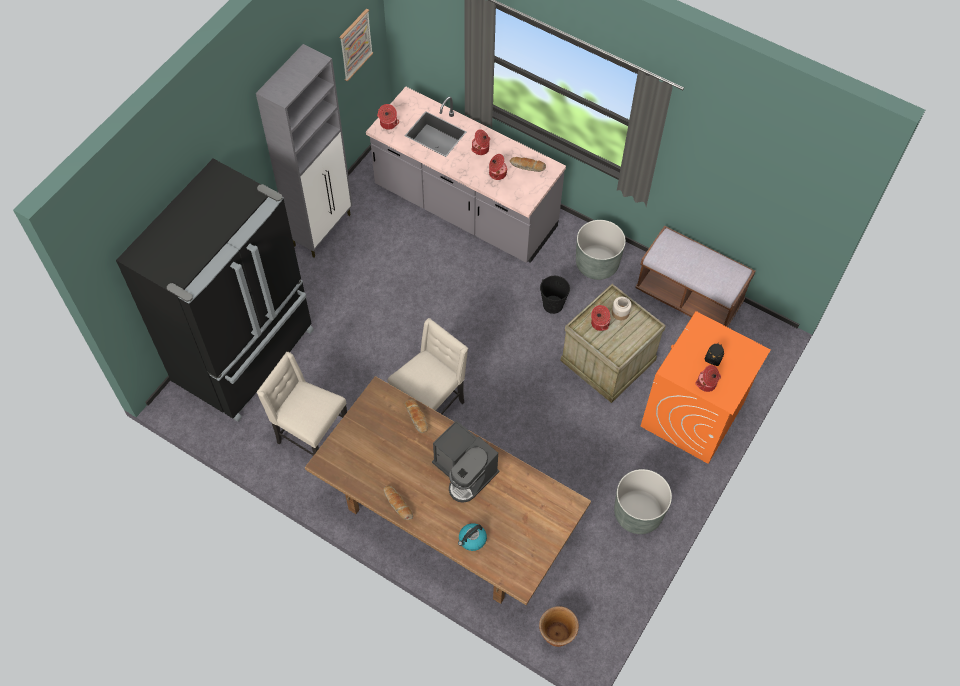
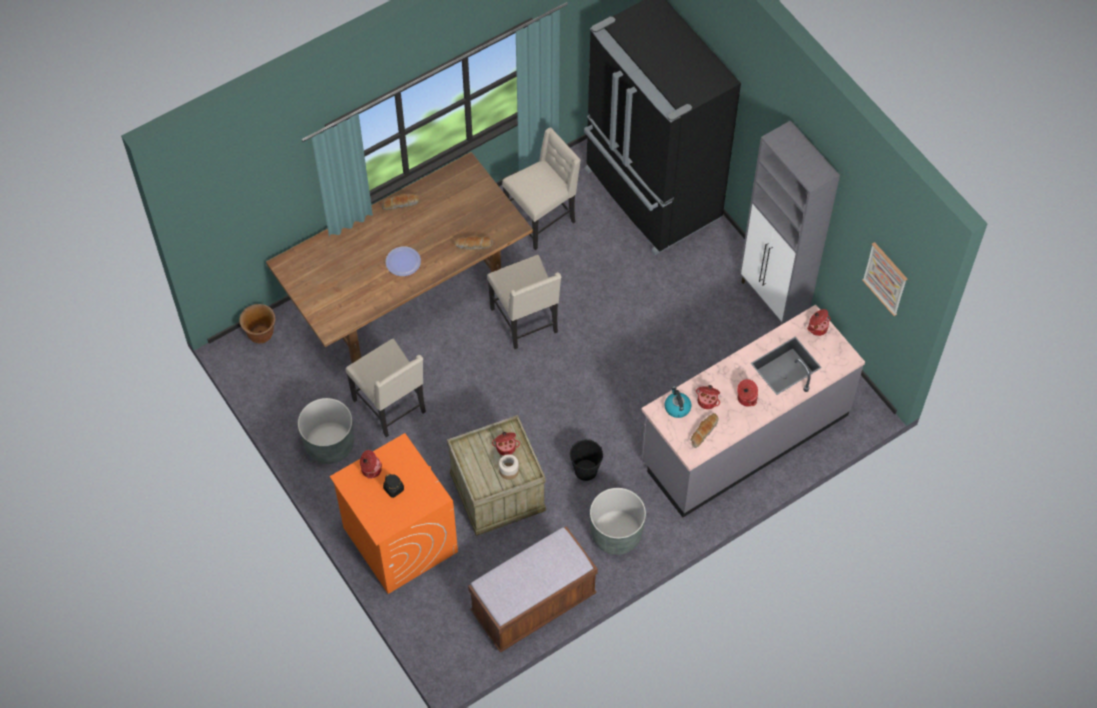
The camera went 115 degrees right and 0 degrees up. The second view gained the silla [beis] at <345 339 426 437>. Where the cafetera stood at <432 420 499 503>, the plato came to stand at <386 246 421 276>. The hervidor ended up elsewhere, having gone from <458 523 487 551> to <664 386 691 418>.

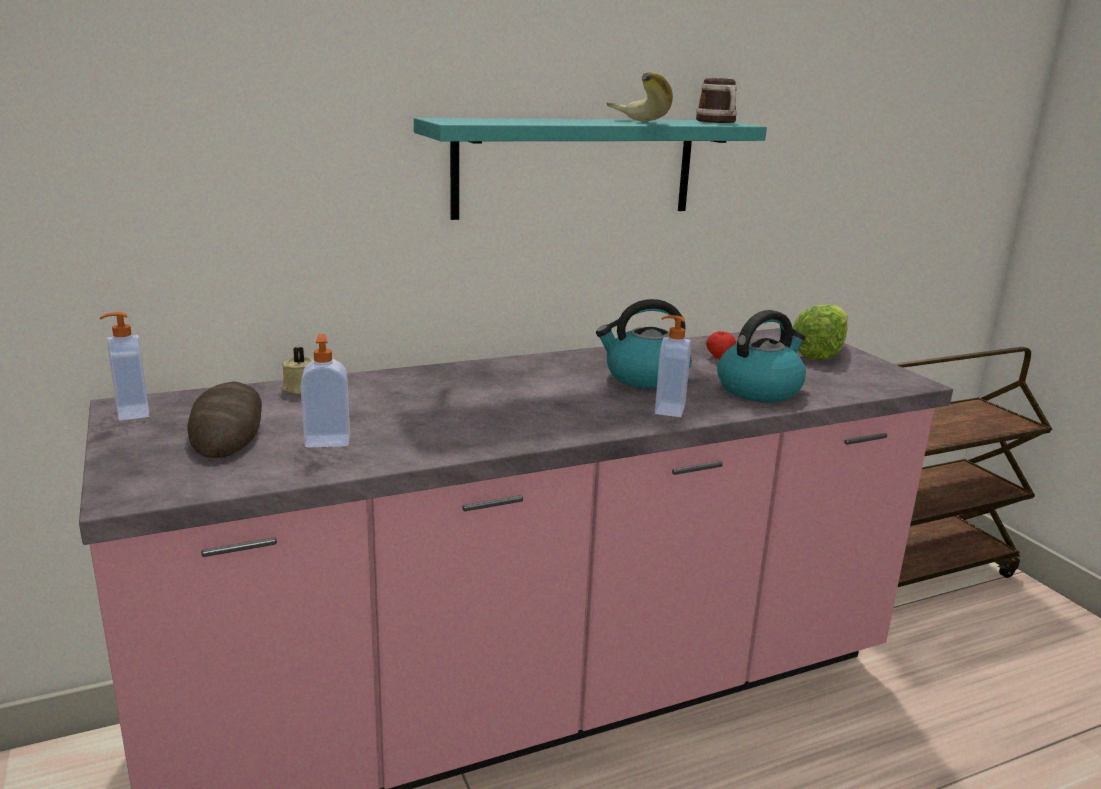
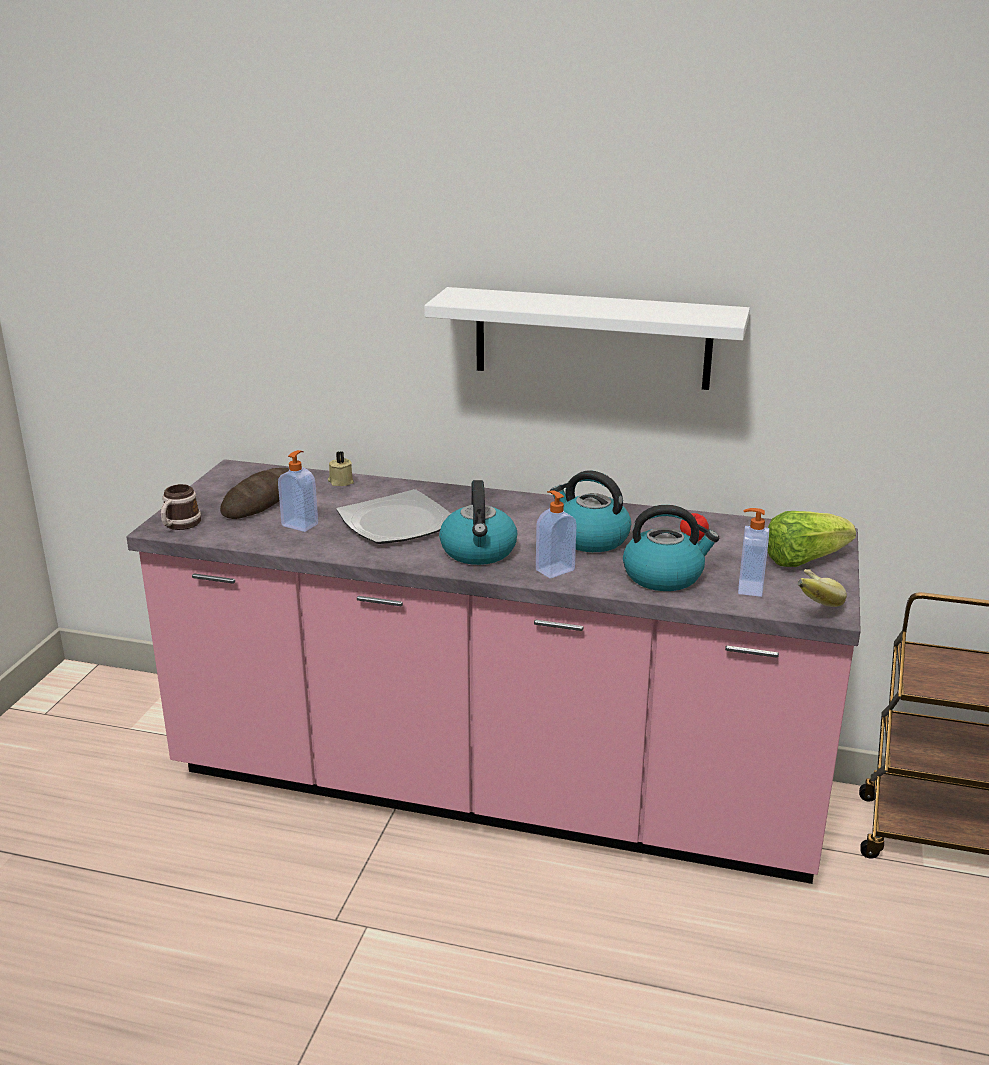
The camera went 40 degrees right and 5 degrees up. The taza grande ended up elsewhere, having gone from <696 78 737 123> to <161 484 201 530>. The second view gained the plato at <336 489 451 544>. What was the estante [turquesa] at <414 118 767 220> turned into the estante [blanco] at <424 287 750 390>. The second view gained the hervidor at <439 480 517 565>. The dispensador de jabón ended up elsewhere, having gone from <100 312 150 421> to <738 508 769 597>. The plátano ended up elsewhere, having gone from <607 72 673 121> to <797 569 847 607>.

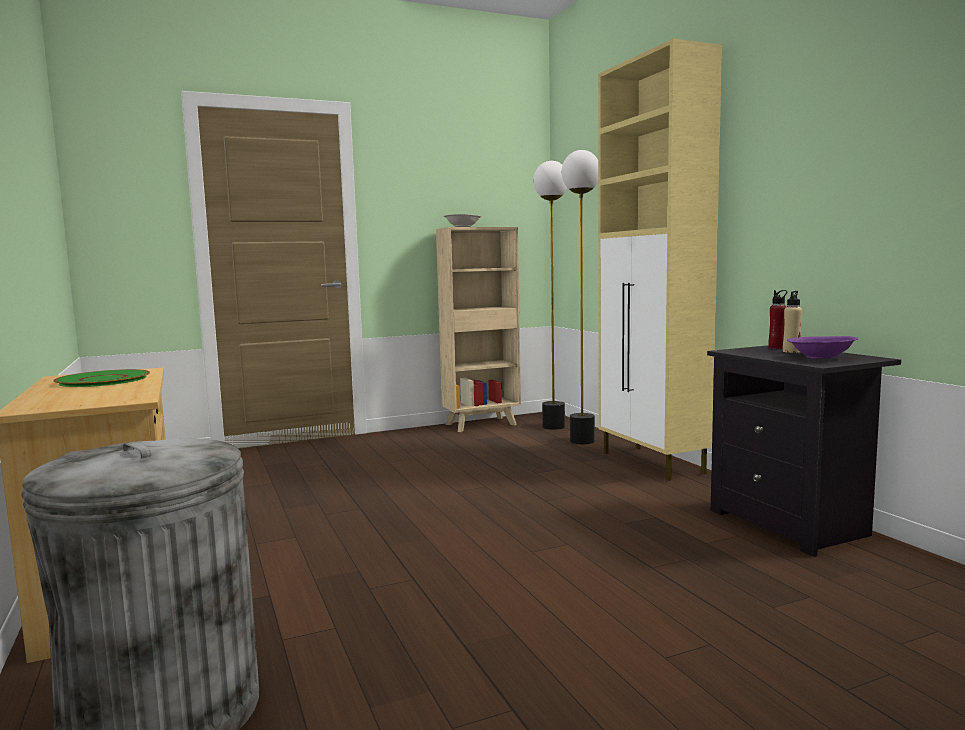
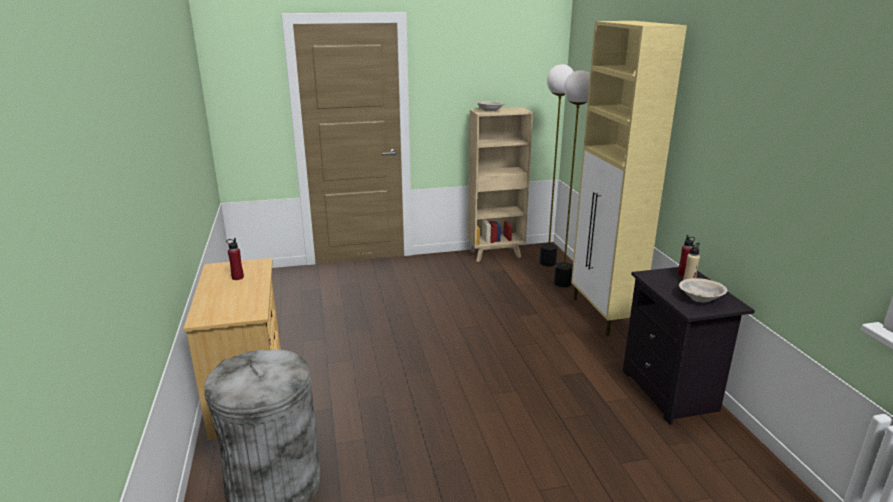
The camera went 10 degrees right and 15 degrees up. Where the plato [verde] stood at <53 369 150 387>, the botella [rojo] came to stand at <226 238 244 280>. What was the cuenco [morado] at <787 336 858 358> turned into the cuenco [beis] at <679 278 728 302>.

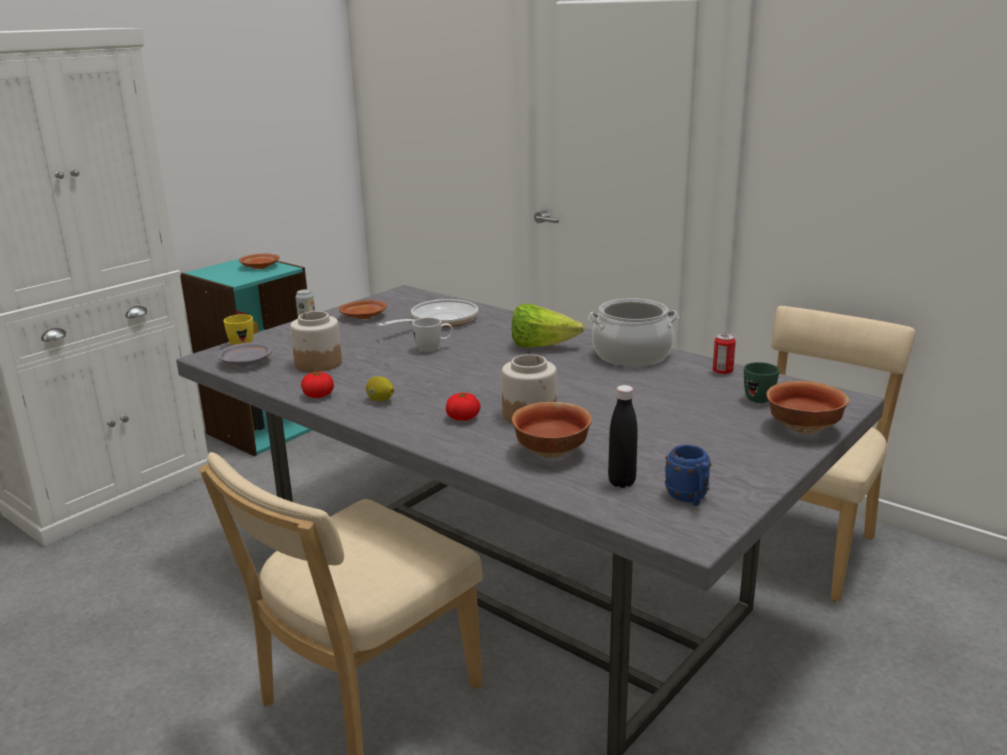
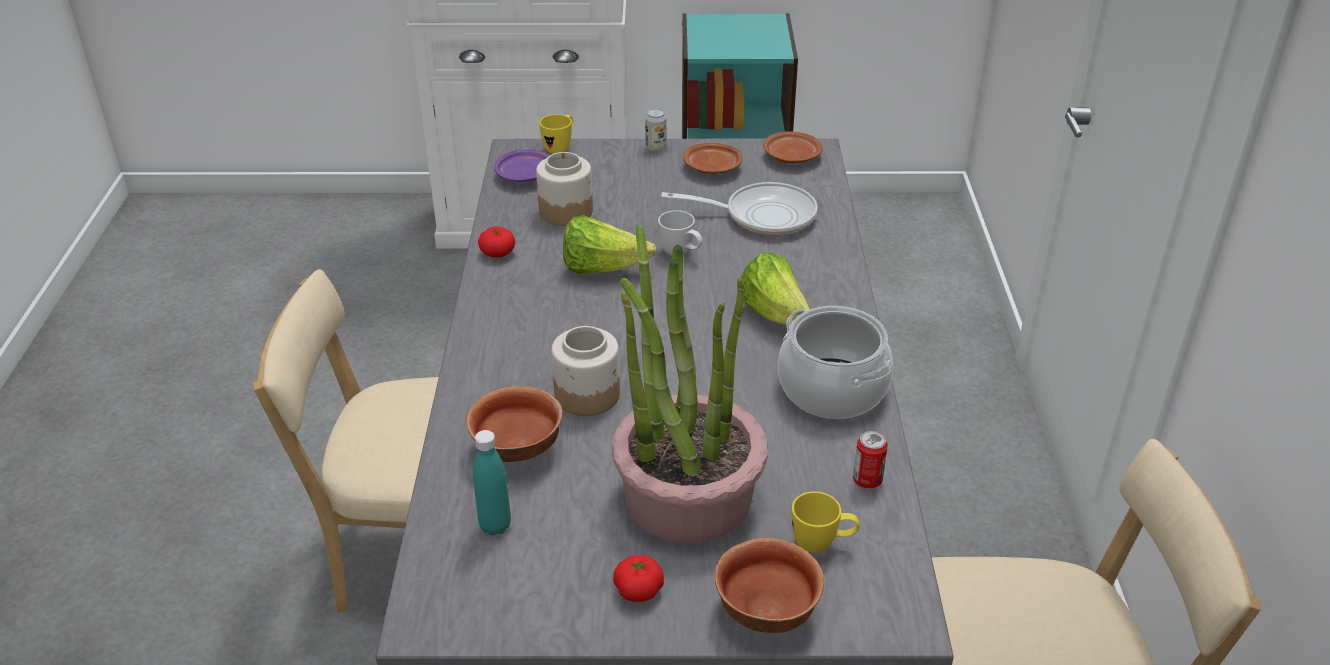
The camera went 50 degrees right and 15 degrees up. What was the botella [negro] at <608 385 638 488> turned into the botella [turquesa] at <473 430 511 535>. What was the plato [gris] at <218 342 273 366> turned into the plato [morado] at <494 150 550 182>. The second view gained the lechuga at <563 215 657 274>. The second view gained the planta en maceta at <612 225 768 543>. The tomate ended up elsewhere, having gone from <446 393 480 421> to <613 555 664 602>. The plato [marrón] ended up elsewhere, having gone from <239 254 280 269> to <763 131 823 164>. What was the taza grande [verde] at <744 362 780 403> turned into the taza grande [amarillo] at <792 492 860 553>. The second view lost the limón at <366 376 394 401>. The second view lost the taza grande [azul] at <665 445 711 506>.

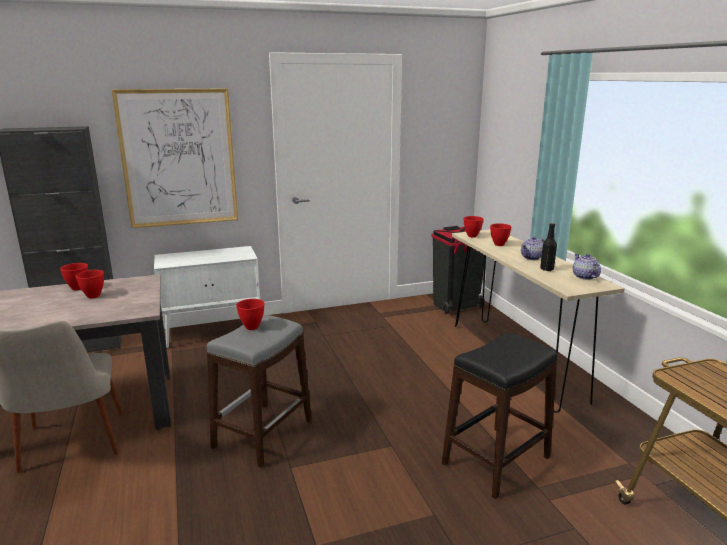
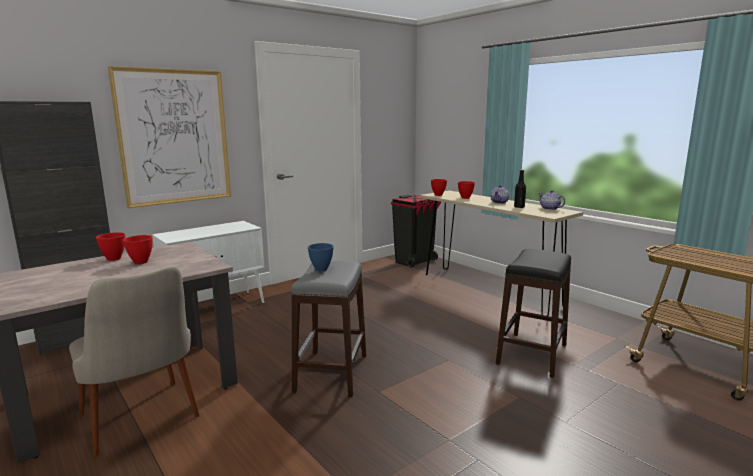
The camera went 20 degrees left and 5 degrees down. What was the cuenco [rojo] at <236 299 264 330> turned into the cuenco [azul] at <308 243 334 271>.

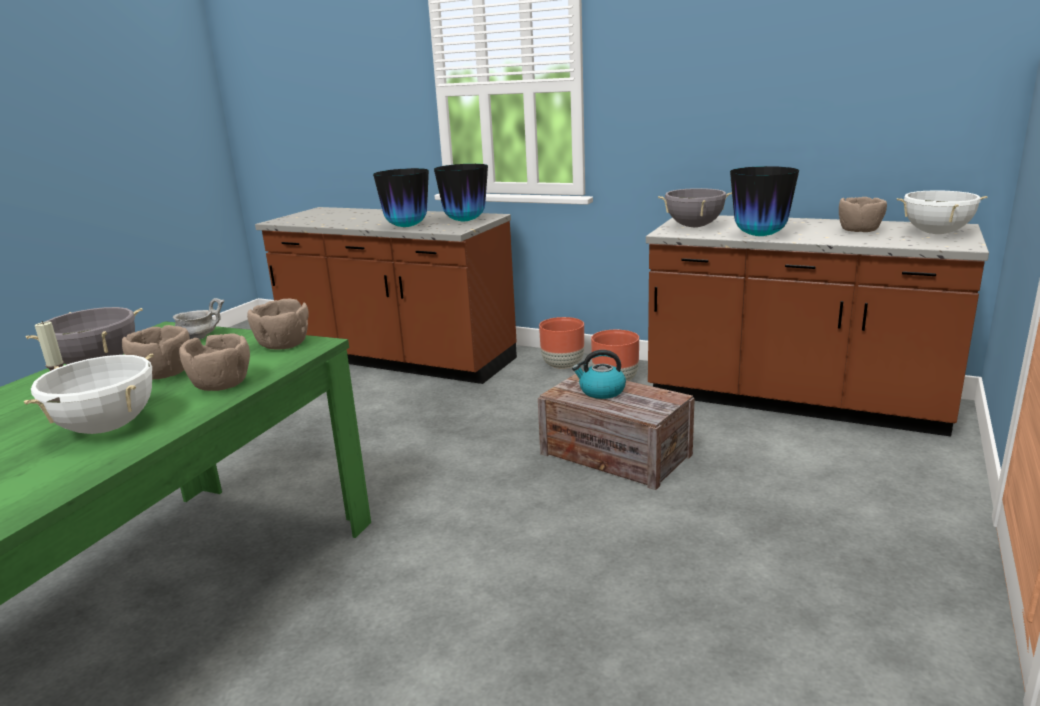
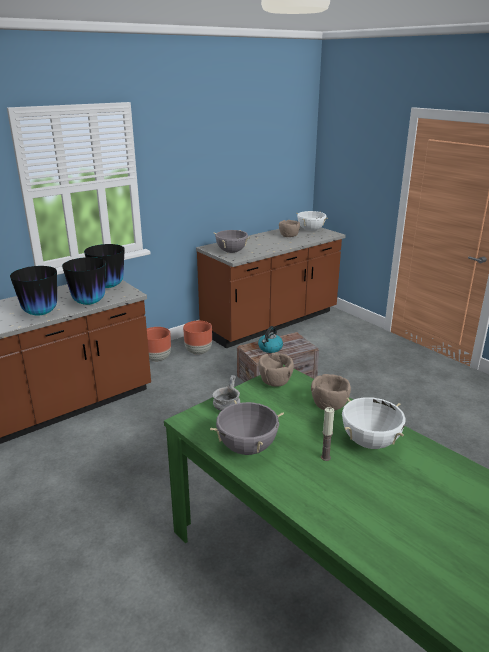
The camera went 65 degrees left and 5 degrees up. The florero ended up elsewhere, having gone from <730 166 799 236> to <10 266 57 316>. The second view lost the cuenco [marrón] at <122 325 190 380>.

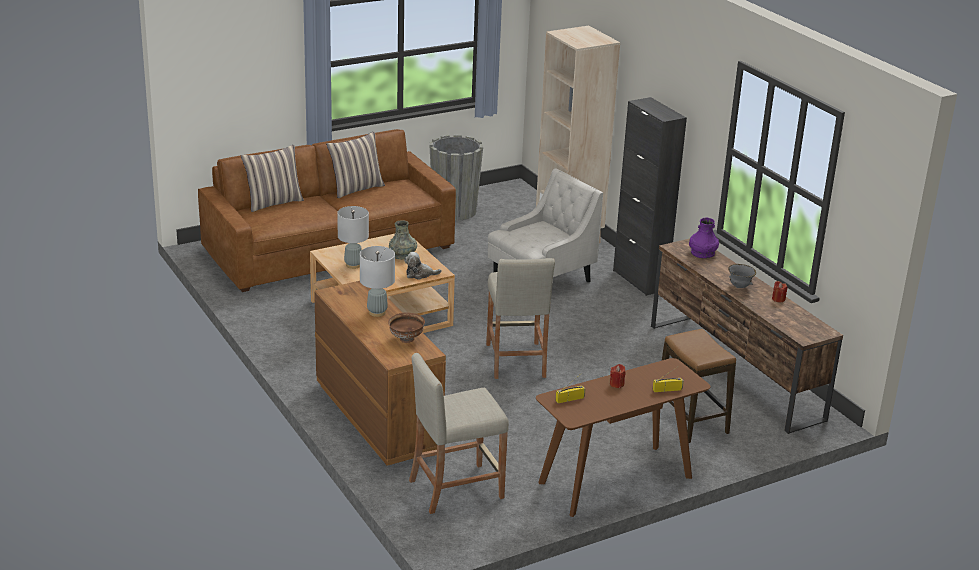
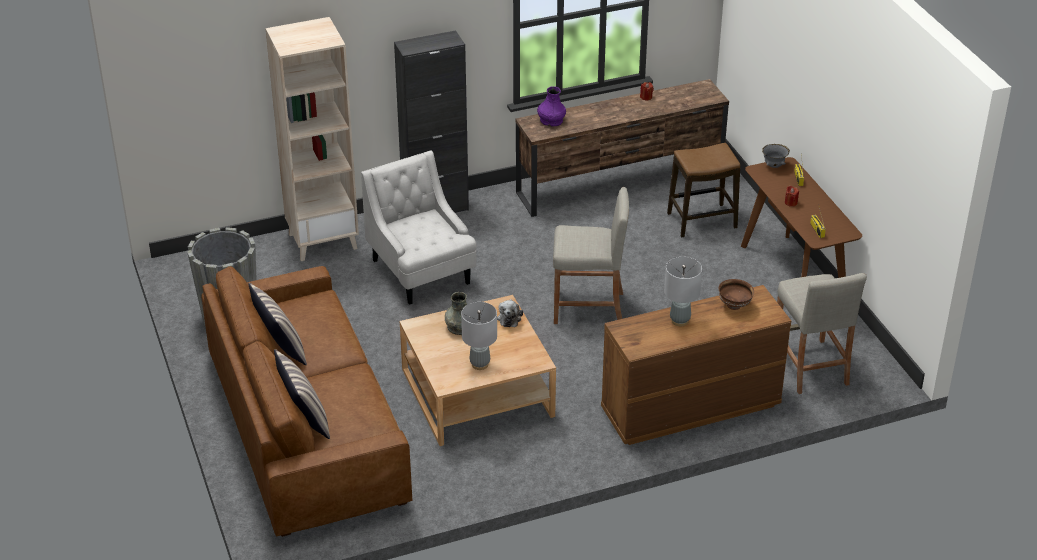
The camera went 80 degrees left and 10 degrees up. The cuenco [gris] ended up elsewhere, having gone from <728 264 756 288> to <762 144 790 168>.

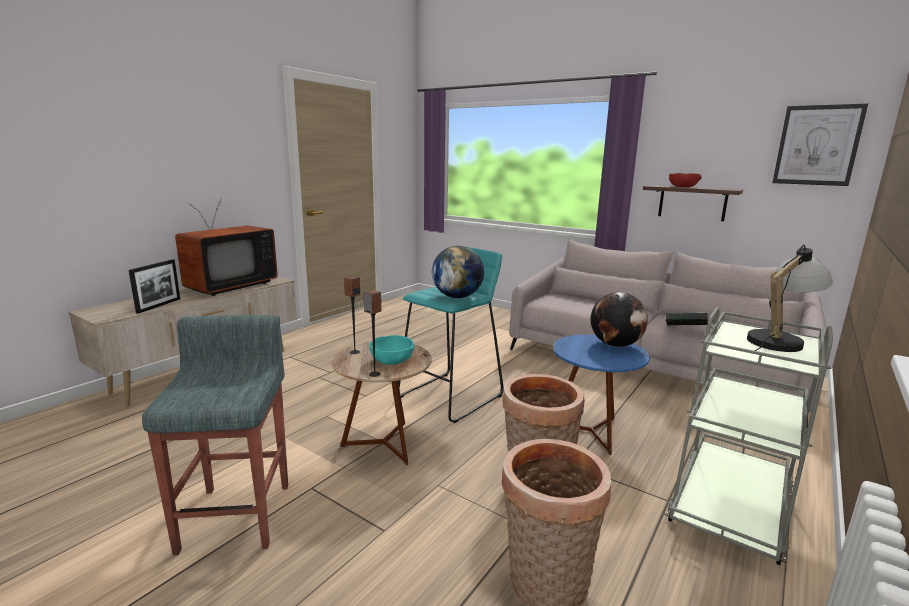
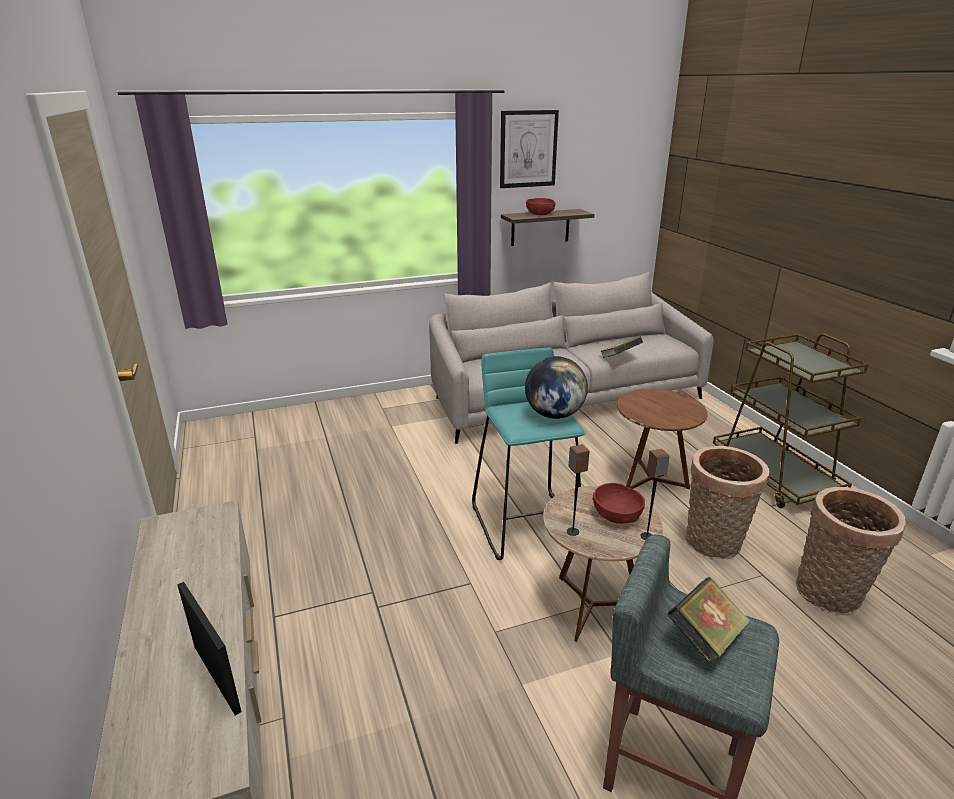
The camera went 55 degrees left and 10 degrees up. The cuadro ended up elsewhere, having gone from <772 104 868 186> to <500 110 559 188>. What was the cuenco [turquesa] at <369 335 414 365> turned into the cuenco [rojo] at <592 483 645 524>. What was the mesa auxiliar [azul] at <553 334 650 455> turned into the mesa auxiliar [marrón] at <617 389 708 489>. The second view gained the libro at <667 577 750 663>. What was the carrito [gris] at <667 307 833 565> turned into the carrito [marrón] at <713 333 869 508>. The second view lost the televisor at <175 198 278 296>. The second view lost the globo terráqueo at <591 292 648 347>. The second view lost the lámpara de mesa at <747 245 833 352>.

